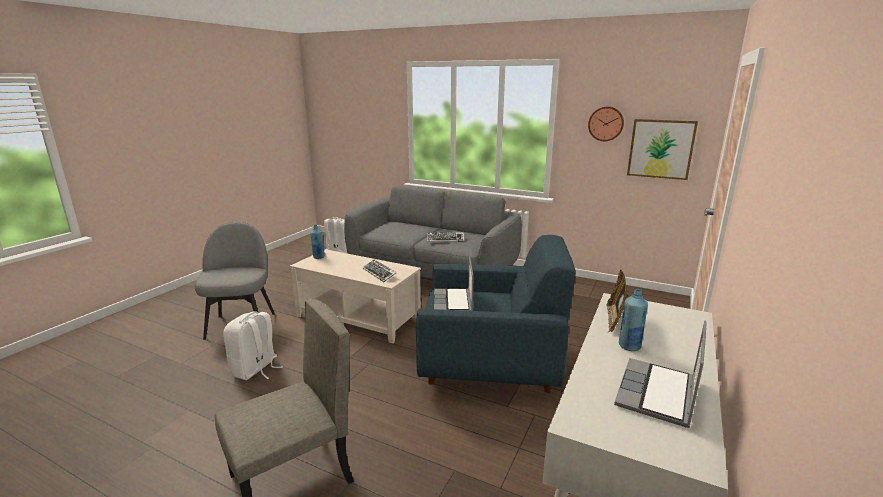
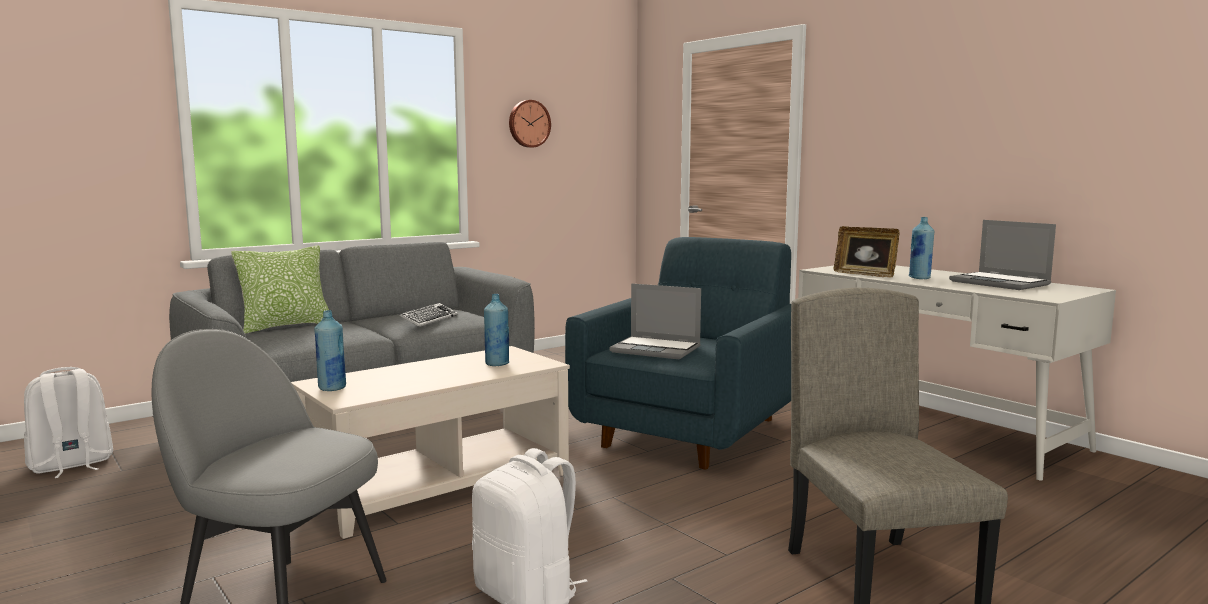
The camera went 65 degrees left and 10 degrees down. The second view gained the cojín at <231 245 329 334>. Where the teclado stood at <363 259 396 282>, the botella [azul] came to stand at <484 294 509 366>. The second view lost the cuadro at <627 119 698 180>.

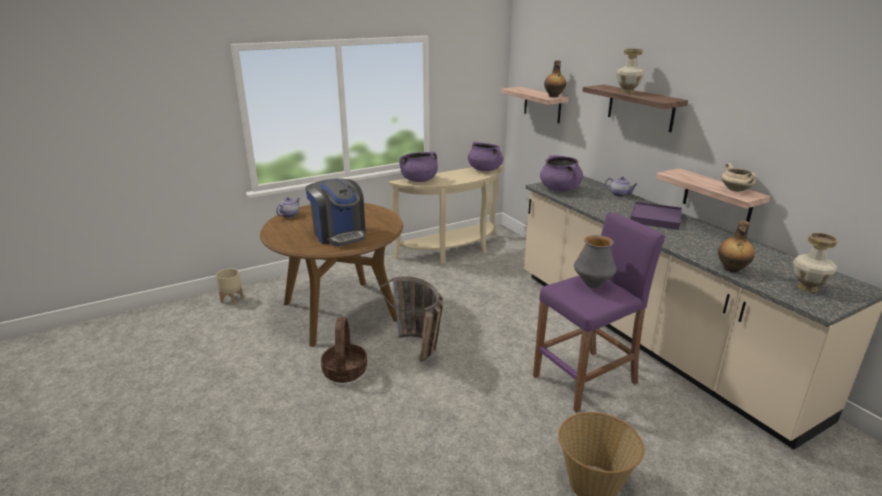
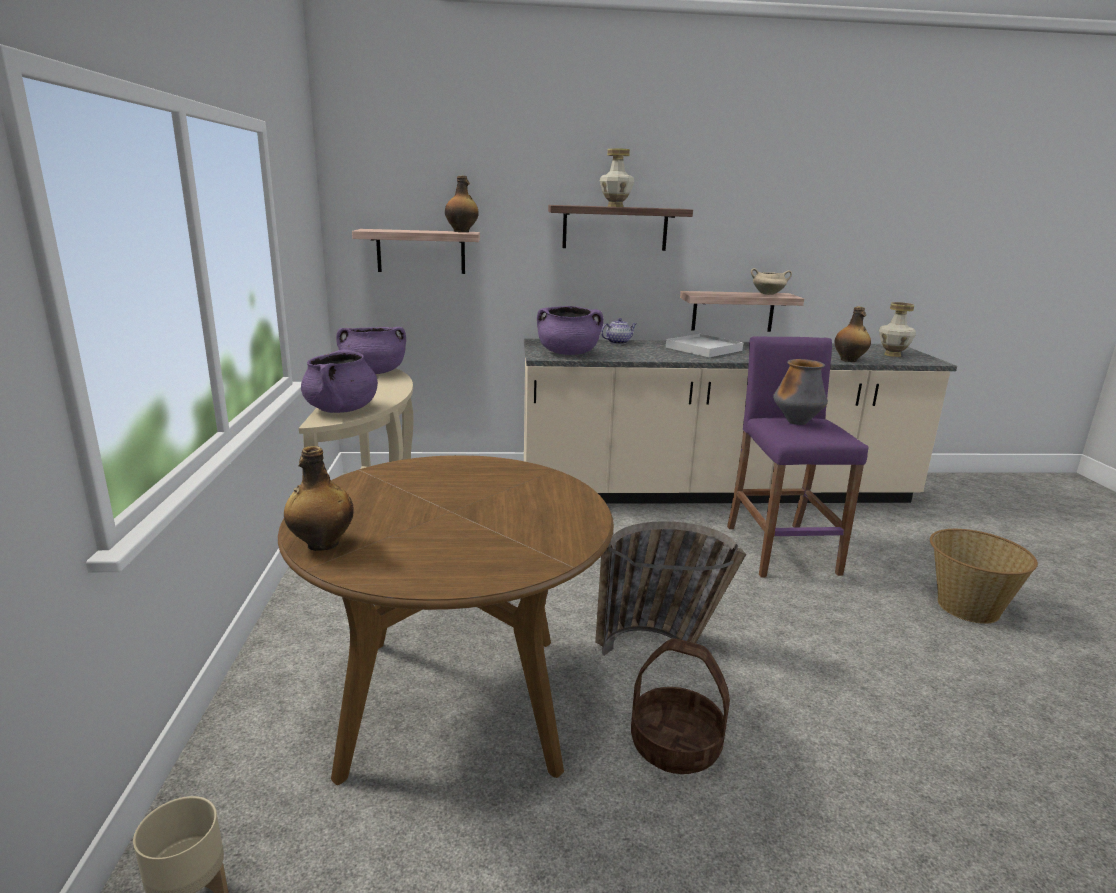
The camera went 65 degrees left and 5 degrees down. Where the tetera stood at <276 197 300 218>, the botella came to stand at <284 446 354 551>. What was the bandeja [morado] at <630 202 682 230> turned into the bandeja [blanco] at <666 334 743 357>. The second view lost the cafetera at <305 179 366 246>.

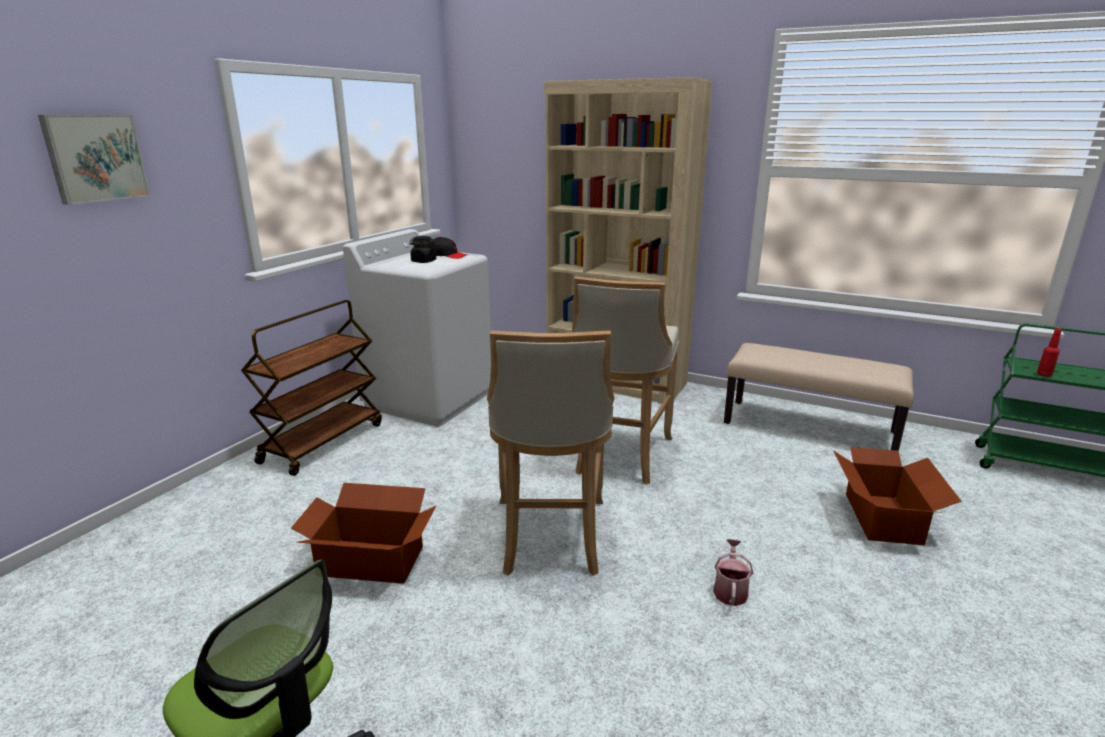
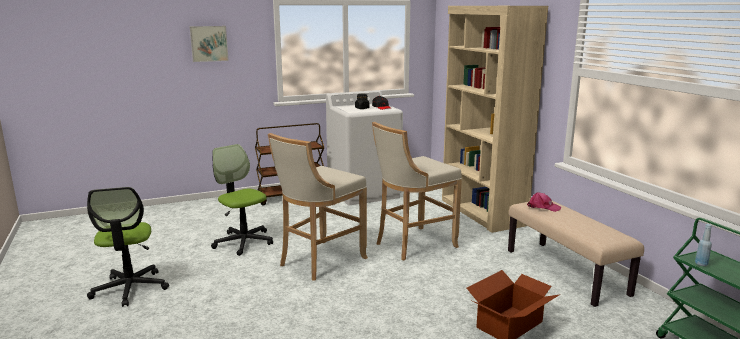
The camera went 40 degrees right and 5 degrees down. Where the caja de cartón stood at <291 483 436 584>, the silla de oficina came to stand at <211 144 273 256>. The second view gained the gorra [rosa] at <527 192 561 212>. What was the botella [rojo] at <1037 328 1062 377> turned into the botella [azul] at <695 224 712 266>. The second view lost the regadera at <713 539 753 606>.

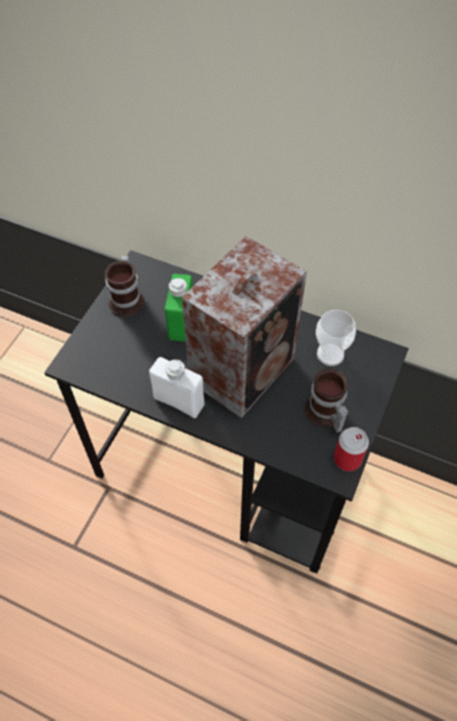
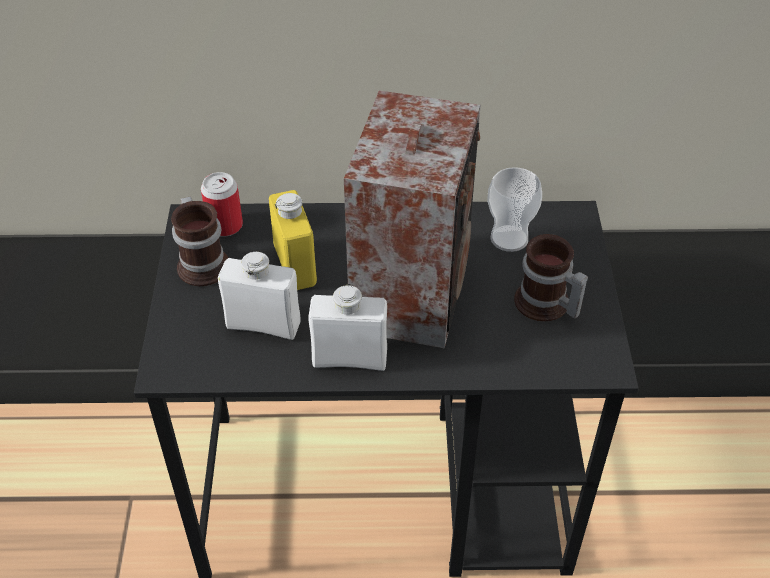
The camera went 25 degrees left and 10 degrees down. The lata ended up elsewhere, having gone from <334 427 369 471> to <201 172 243 237>. The second view gained the botella [blanco] at <218 252 301 340>. What was the botella [verde] at <165 274 193 342> turned into the botella [amarillo] at <269 190 317 290>.

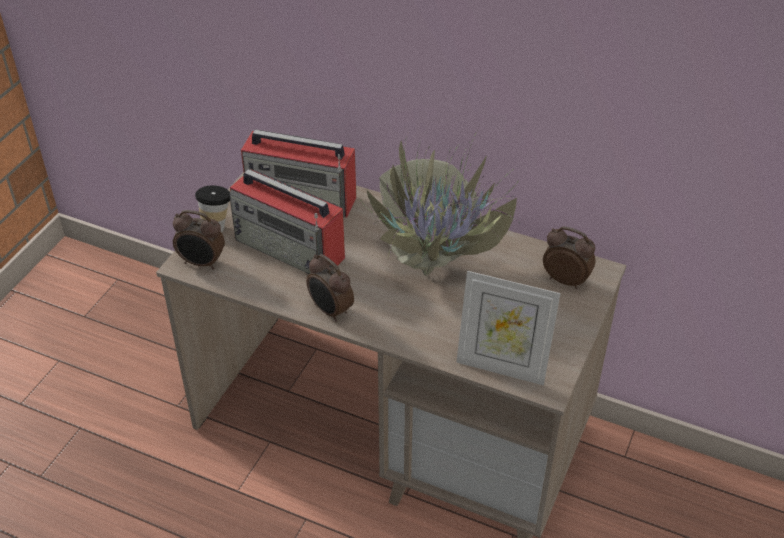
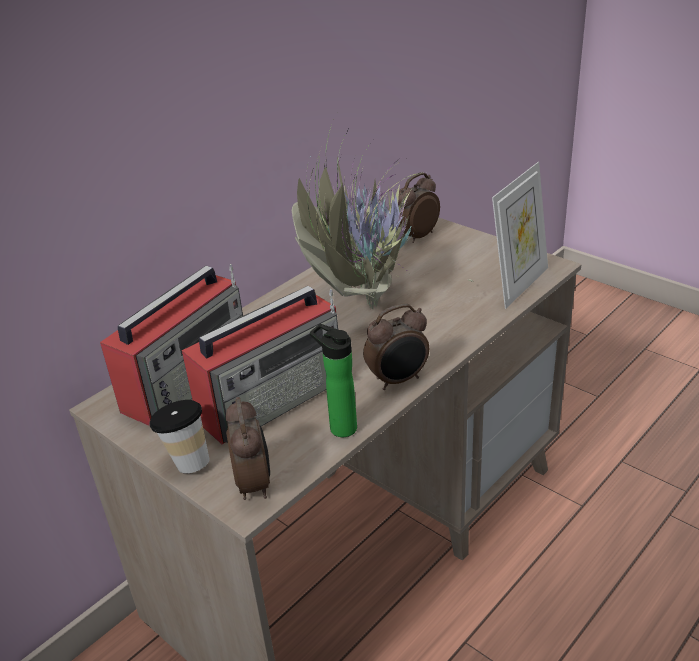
The camera went 70 degrees left and 10 degrees down. The despertador at <173 210 225 269> ended up facing another way, 45 degrees counterclockwise from before. The second view gained the botella at <310 324 357 437>.

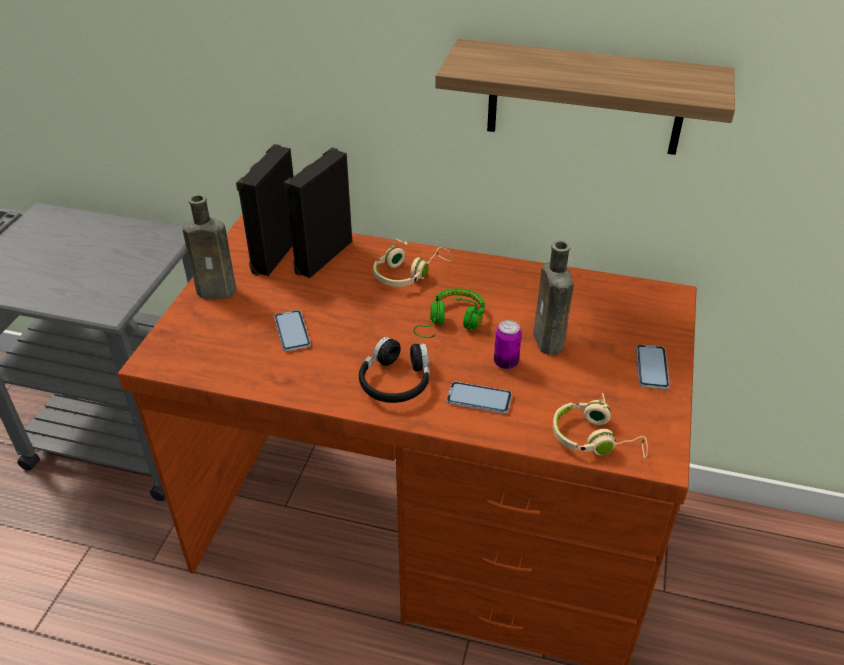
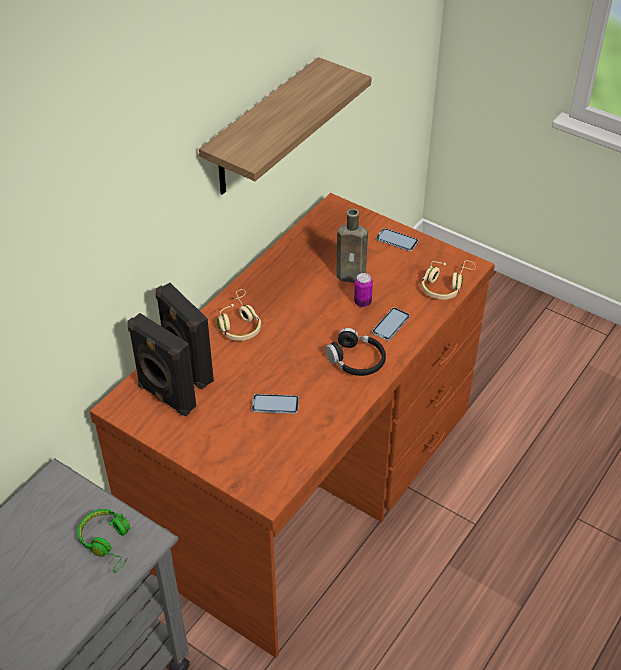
The camera went 70 degrees left and 5 degrees up. The auriculares [verde] ended up elsewhere, having gone from <414 288 485 338> to <77 509 130 573>. The second view lost the botella [marrón] at <183 195 236 299>.

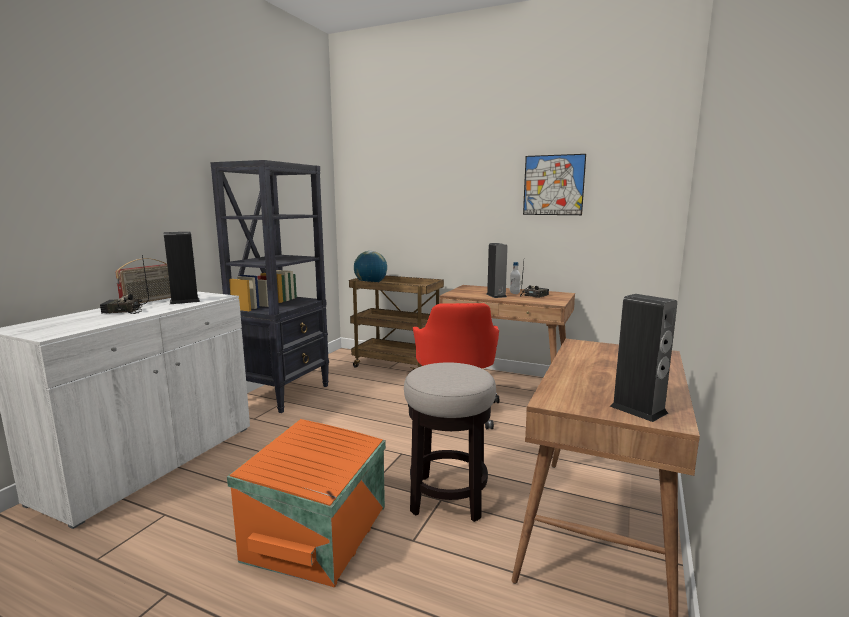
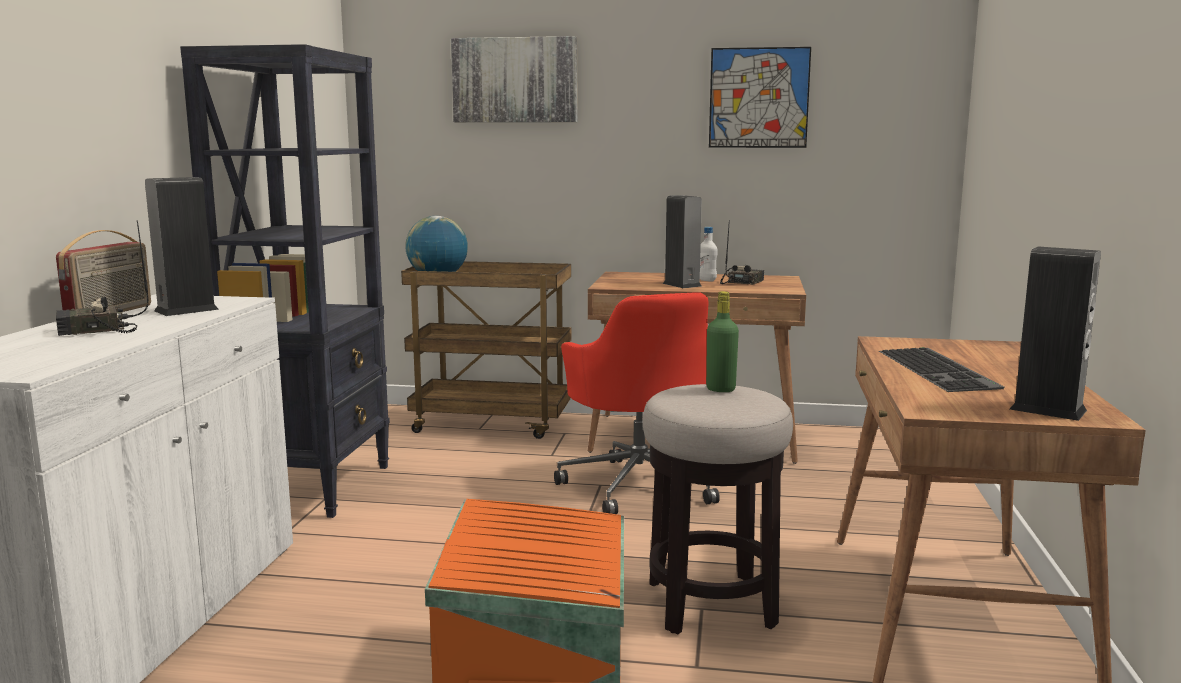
The camera went 15 degrees left and 0 degrees up. The second view gained the cuadro at <451 36 577 122>. The second view gained the botella [verde] at <706 291 739 392>. The second view gained the teclado at <879 347 1005 392>.

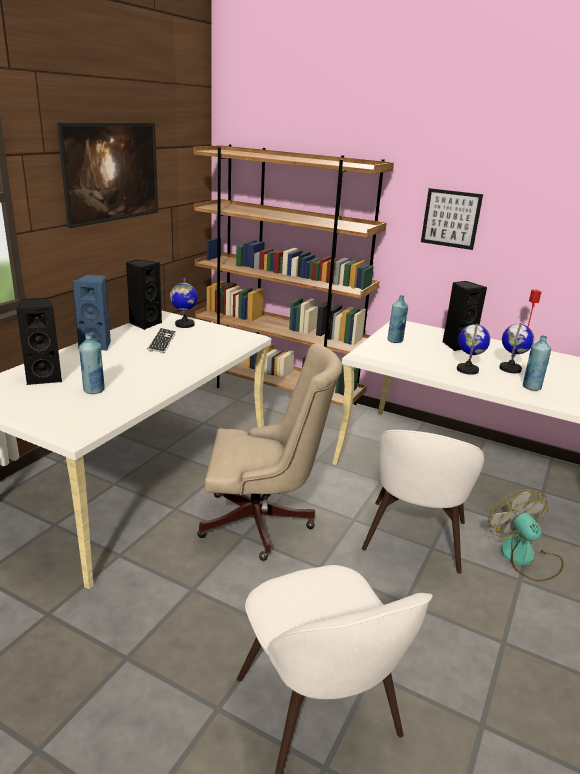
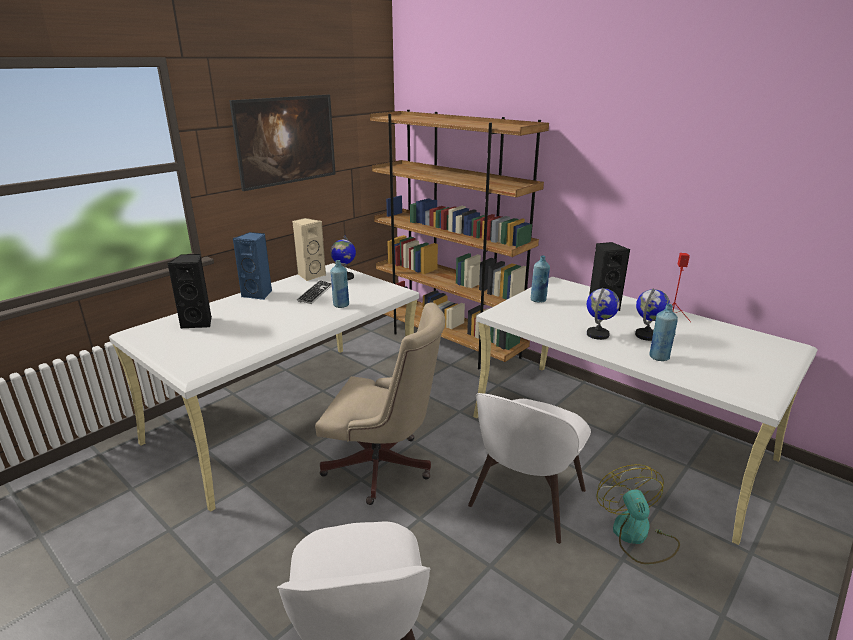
The camera went 15 degrees right and 0 degrees up. What was the altavoz [negro] at <126 259 162 330> turned into the altavoz [beis] at <292 218 326 281>. The botella [azul] ended up elsewhere, having gone from <79 333 105 394> to <330 260 349 308>. The second view lost the cuadro at <421 188 483 250>.

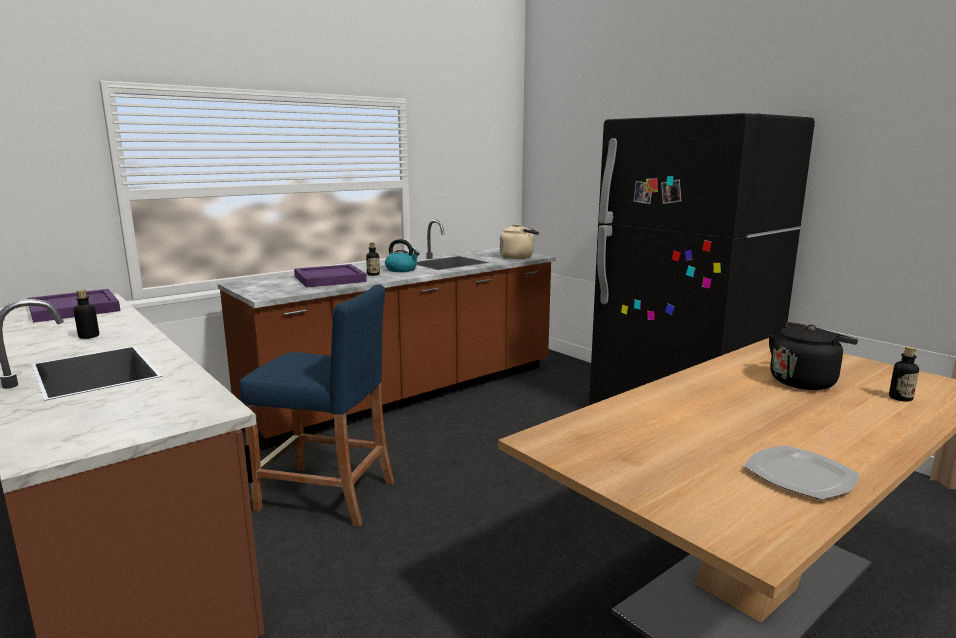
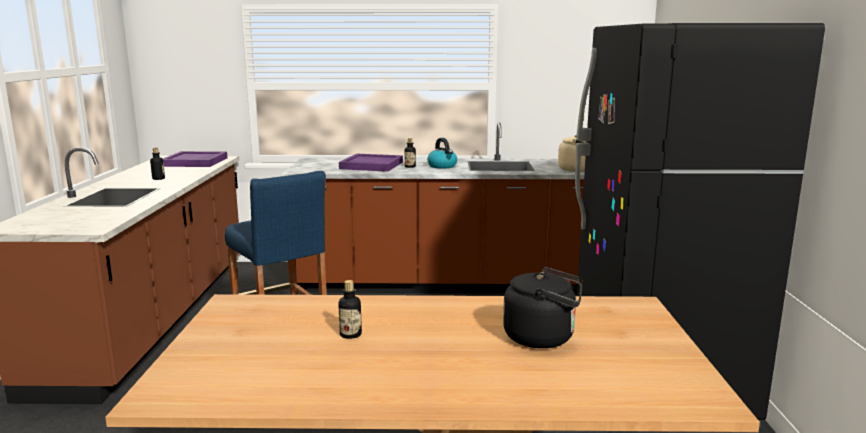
The camera went 40 degrees right and 0 degrees up. The botella ended up elsewhere, having gone from <889 346 919 402> to <338 280 362 339>. The second view lost the plato at <744 445 860 500>.

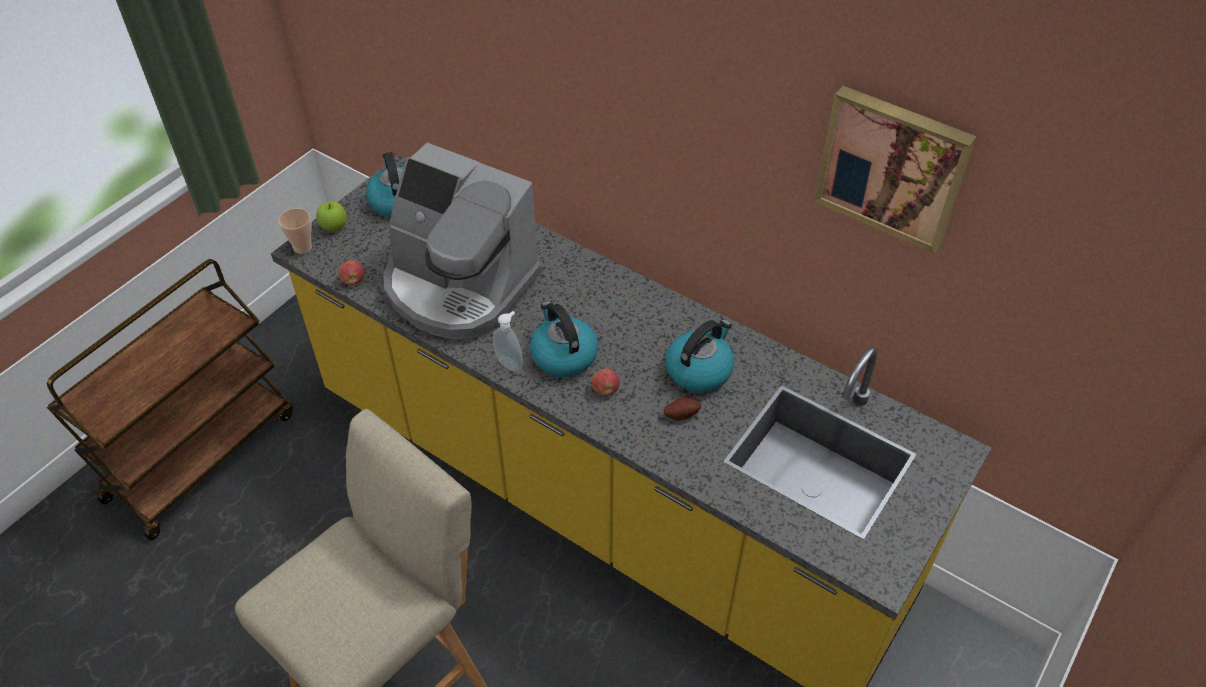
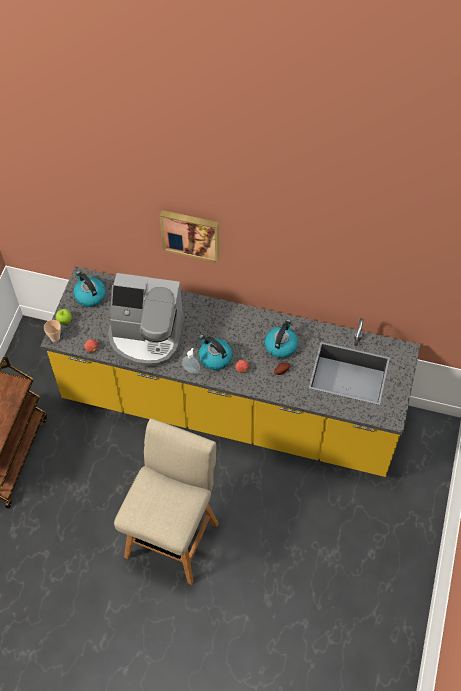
The camera went 20 degrees left and 10 degrees up. The cuadro ended up elsewhere, having gone from <814 86 977 254> to <159 210 219 263>.

